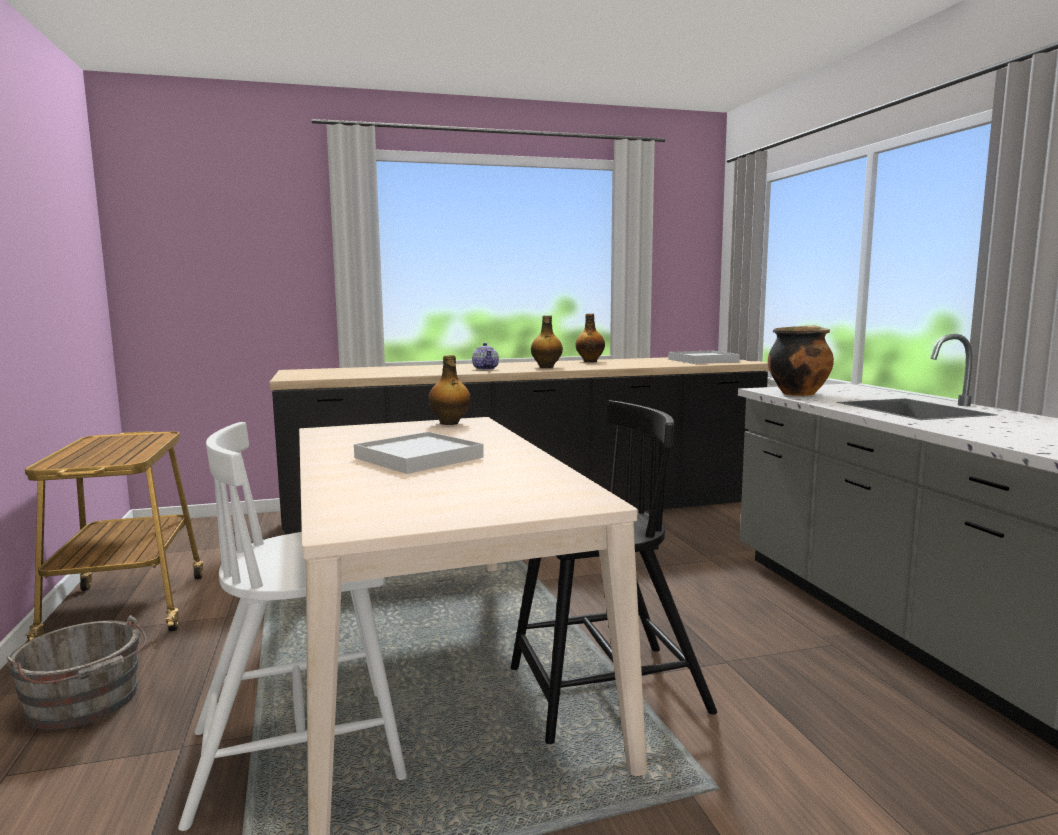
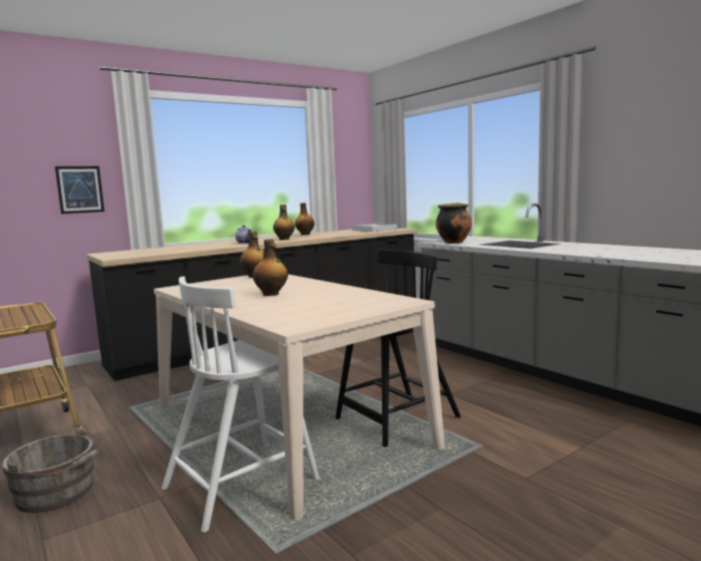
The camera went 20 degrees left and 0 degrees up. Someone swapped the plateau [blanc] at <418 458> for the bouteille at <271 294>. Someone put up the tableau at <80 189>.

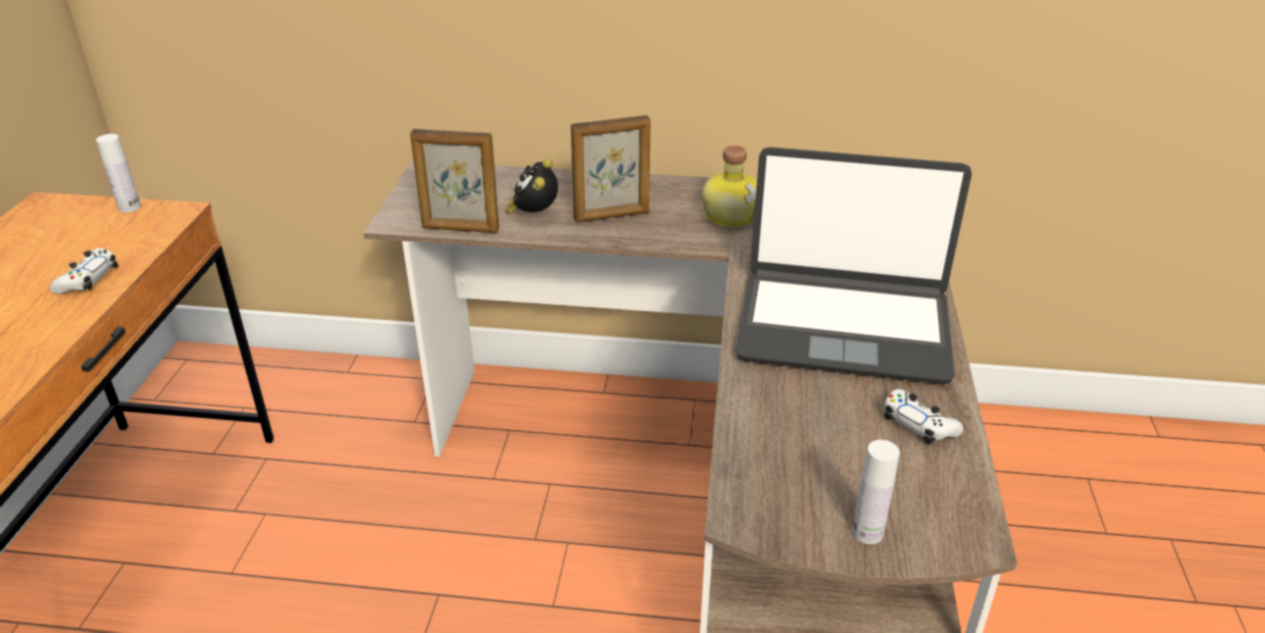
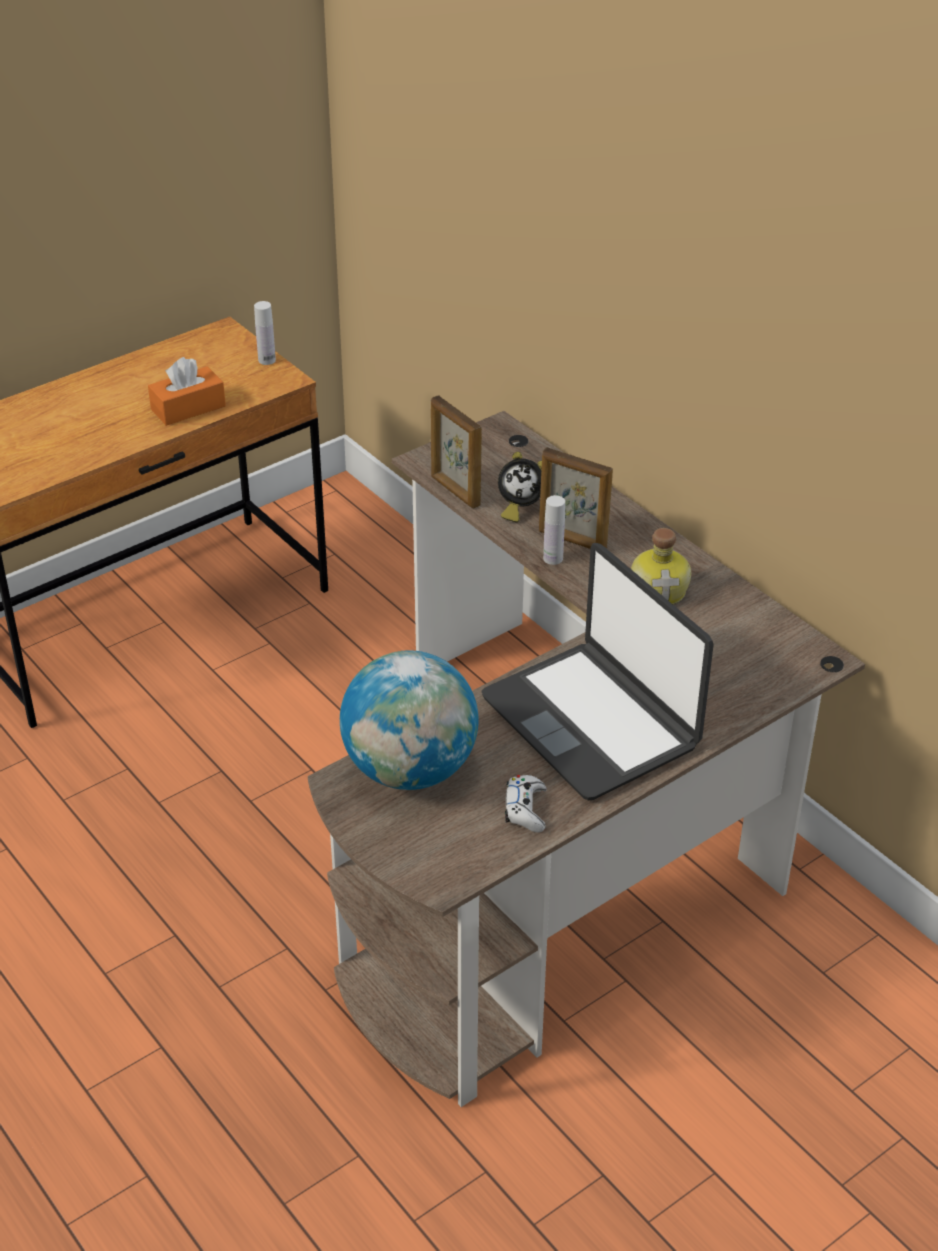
The camera went 45 degrees right and 5 degrees up. Someone rotated the réveil at <534 215> by 135 degrees counterclockwise. Someone swapped the manette [blanc] at <88 279> for the boîte à mouchoirs [orange] at <188 408>. Someone carried the bouteille [blanc] from <867 532> to <553 558>. Someone put down the globe at <410 770>.

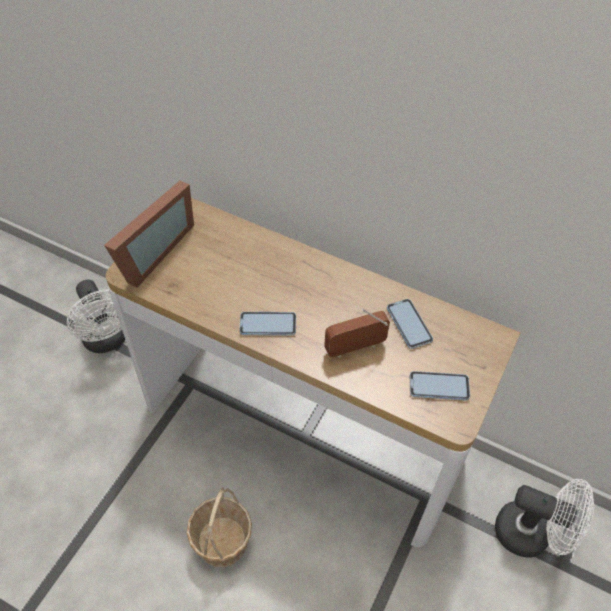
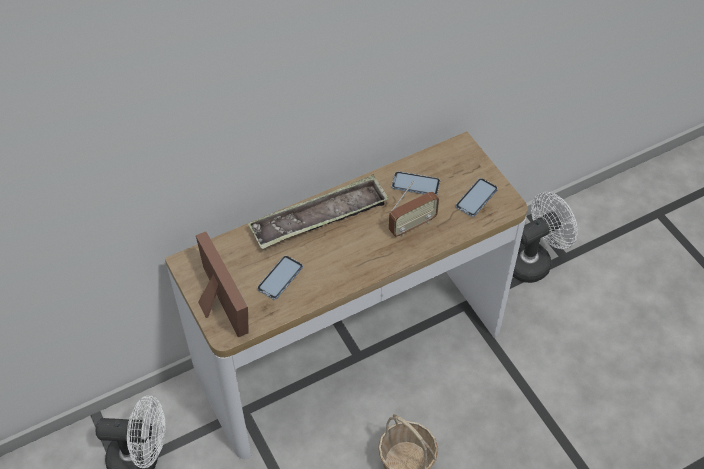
The camera went 55 degrees left and 0 degrees up. Someone rotated the radio at <355 348> by 135 degrees counterclockwise. Someone carried the téléphone from <268 324> to <280 278>. Someone put down the plateau at <319 218>.

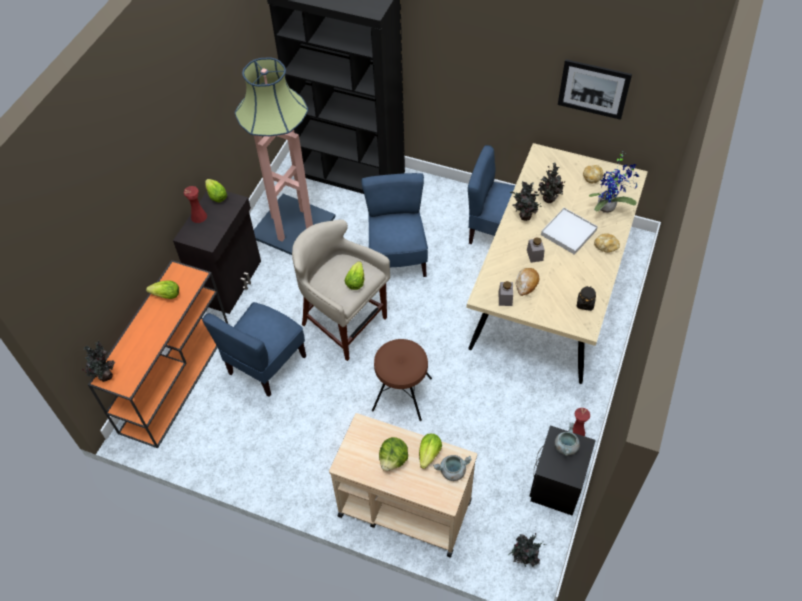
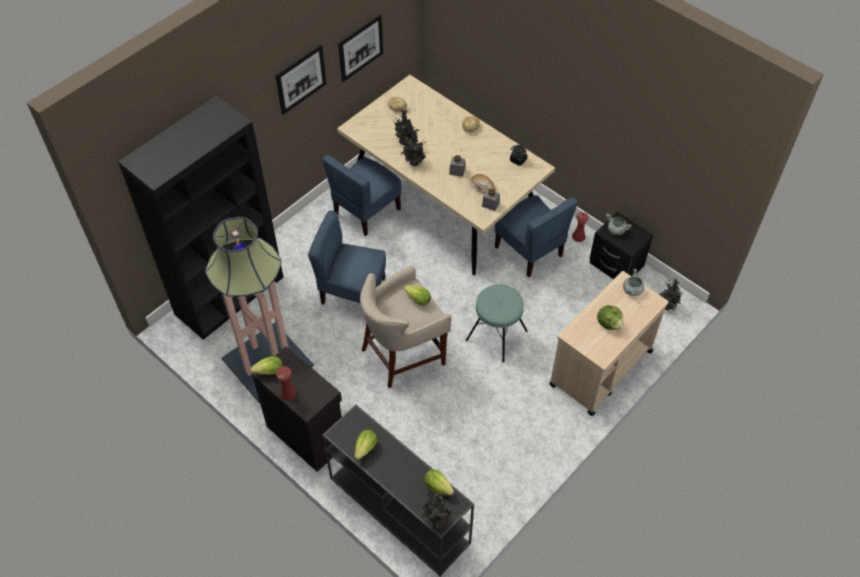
The camera went 70 degrees left and 0 degrees up. Someone took away the plante en pot at <608 207>. Someone took away the plateau [blanc] at <568 232>. Someone repainted the table console [orange] at <176 377>, which became the table console [noir] at <397 509>. Someone carried the chaise [bleu] from <266 364> to <529 251>. Someone repainted the tabouret [marron] at <402 394>, which became the tabouret [turquoise] at <496 335>. Someone carried the laitue from <429 454> to <438 486>. Someone put up the tableau at <301 79>.

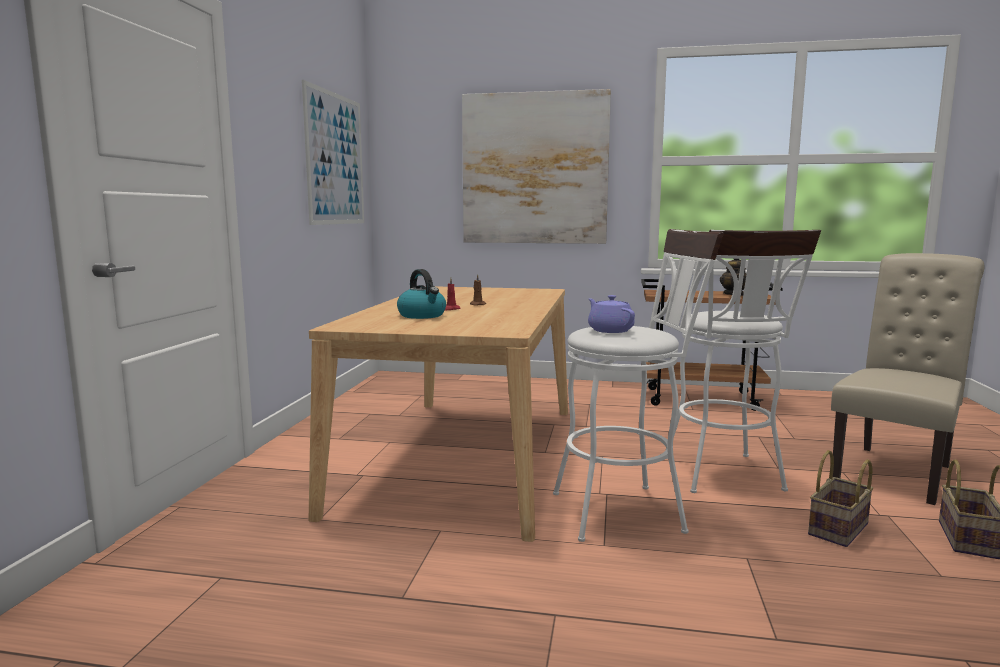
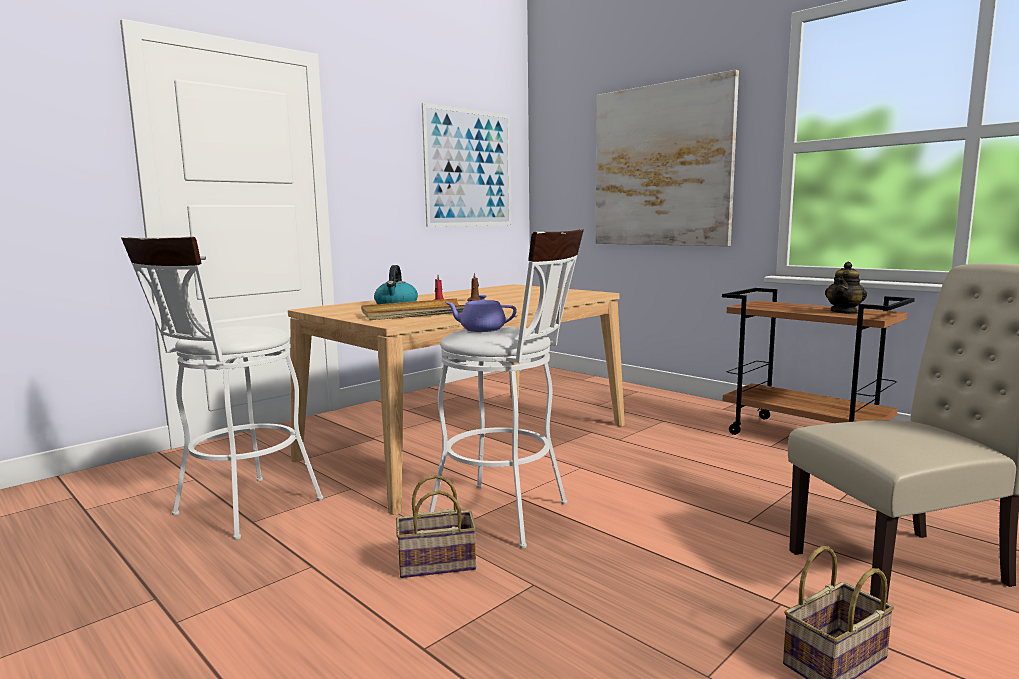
The camera went 35 degrees right and 0 degrees up. Someone carried the tabouret [blanc] from <726 477> to <239 511>. Someone rotated the théière [violet] at <609 330> by 90 degrees counterclockwise. Someone carried the panier from <839 530> to <435 565>. Someone put down the plateau [beige] at <414 313>.

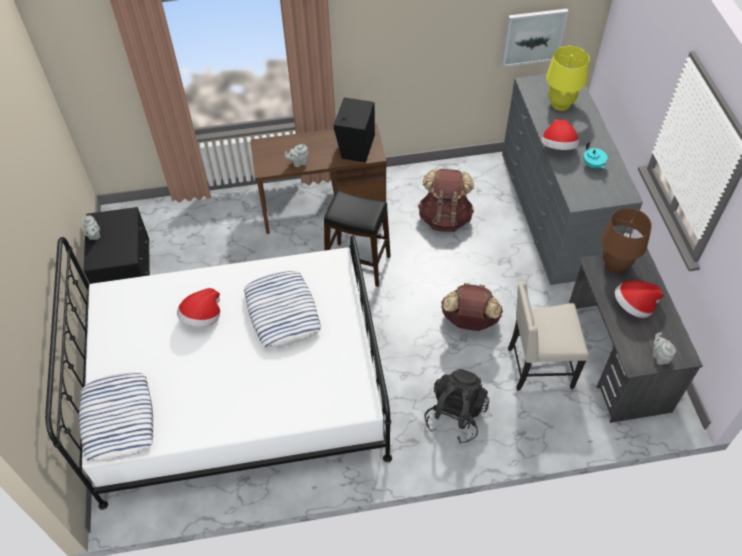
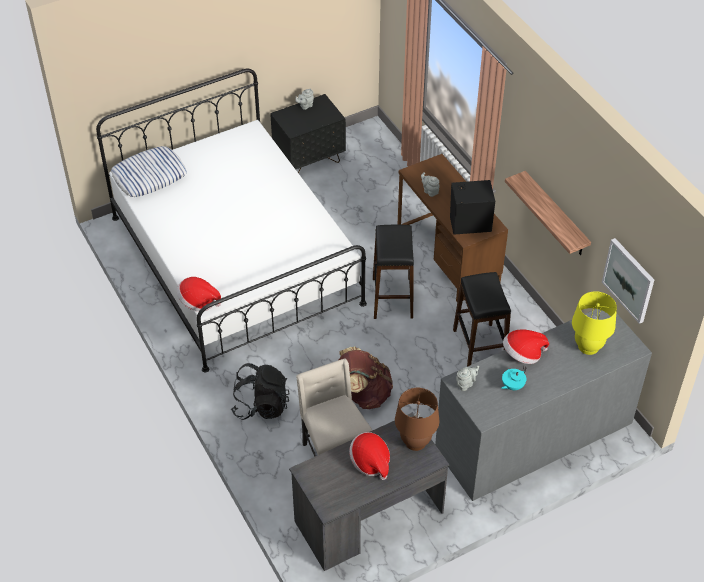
The camera went 70 degrees right and 5 degrees down. Someone swapped the sac à dos [marron] at <445 218> for the tabouret [noir] at <479 348>. Someone took away the coussin at <282 312>. Someone carried the chapeau from <202 317> to <198 302>. Someone carried the théière [gris] from <660 356> to <466 384>. Someone put up the étagère at <555 215>.

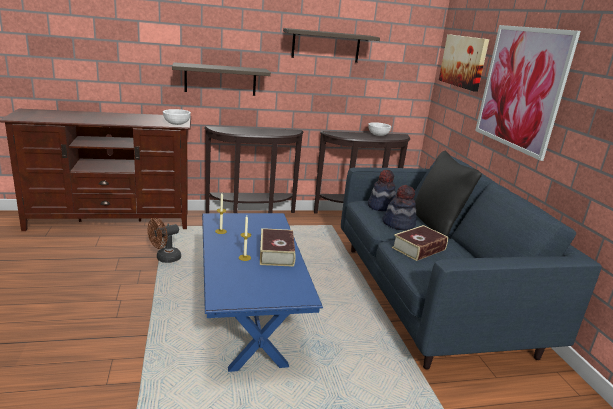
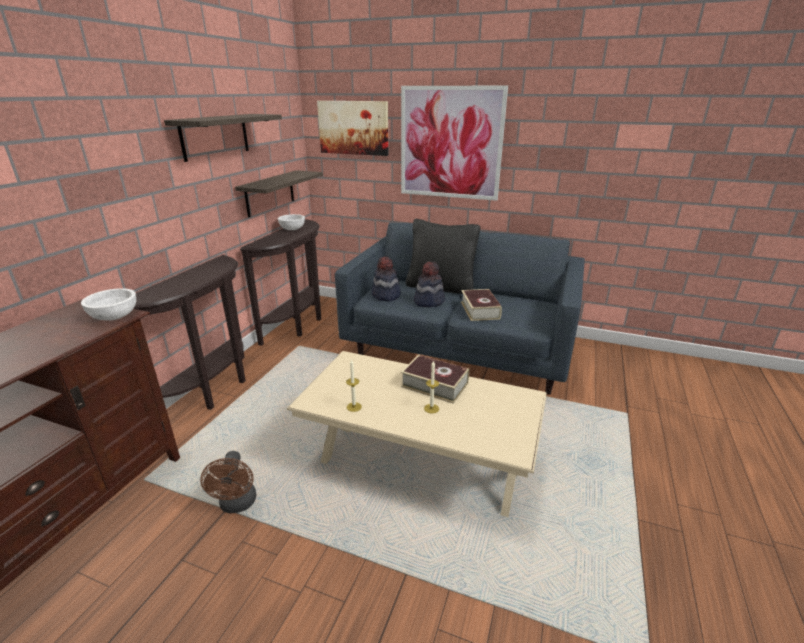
The camera went 55 degrees left and 5 degrees up. Someone carried the étagère from <220 79> to <270 193>. Someone repainted the table basse [bleu] at <250 314>, which became the table basse [beige] at <418 466>.

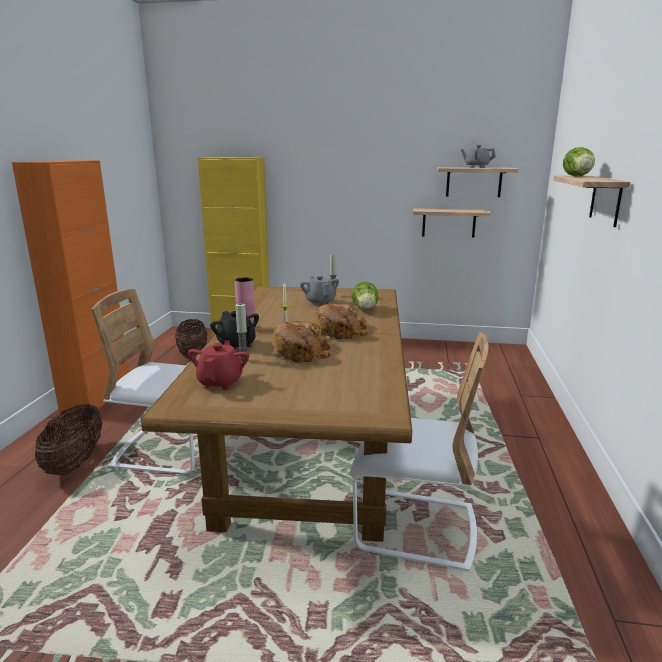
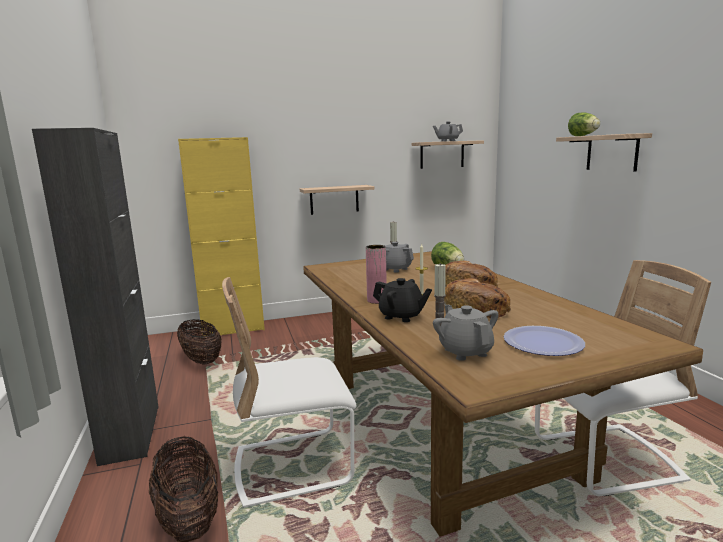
The camera went 25 degrees left and 5 degrees down. Someone repainted the meuble de rangement [orange] at <97 398>, which became the meuble de rangement [noir] at <131 433>. Someone carried the étagère from <448 223> to <334 199>. Someone repainted the théière [rouge] at <220 382>, which became the théière [gris] at <465 351>. Someone put down the assiette at <543 342>.

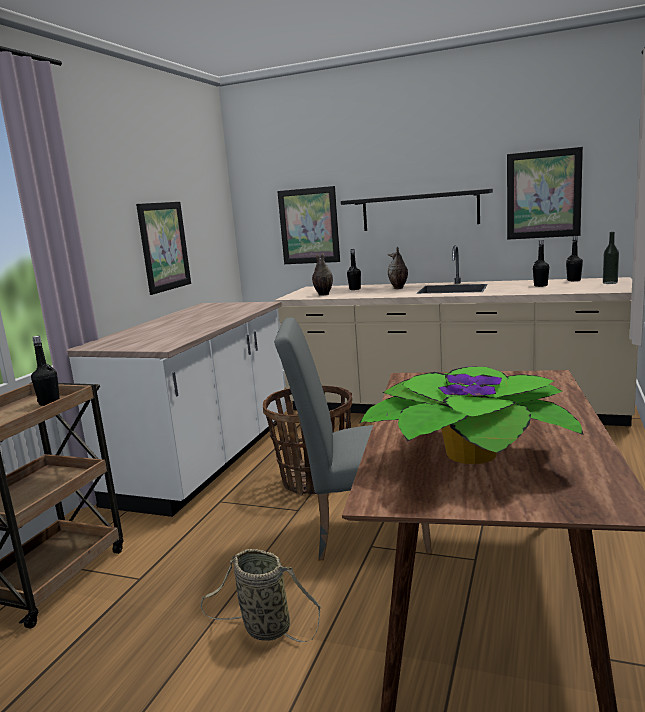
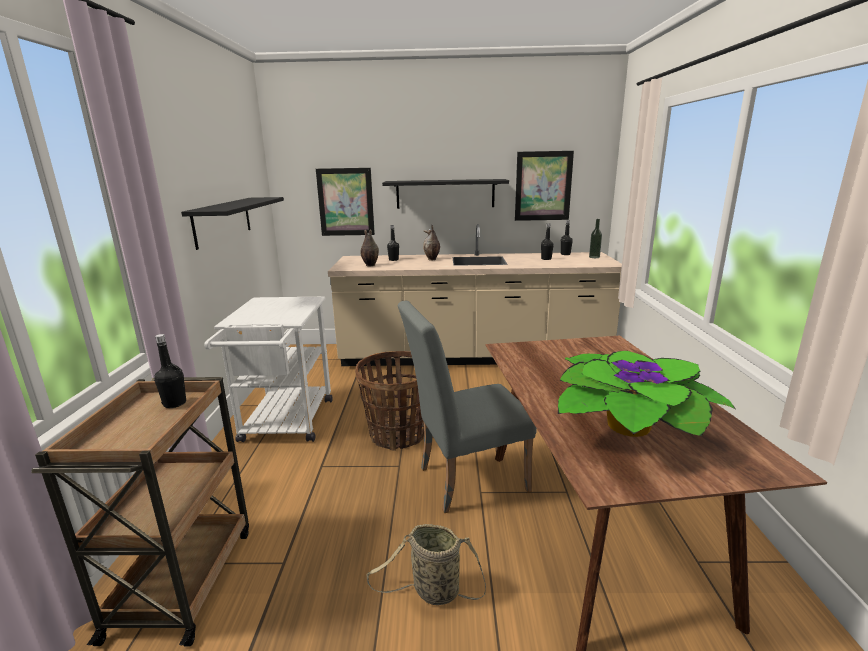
The camera went 20 degrees left and 5 degrees up. Someone swapped the tableau at <164 246> for the étagère [noir] at <223 221>. Someone swapped the comptoir de cuisine [blanc] at <206 461> for the chariot [blanc] at <285 425>.

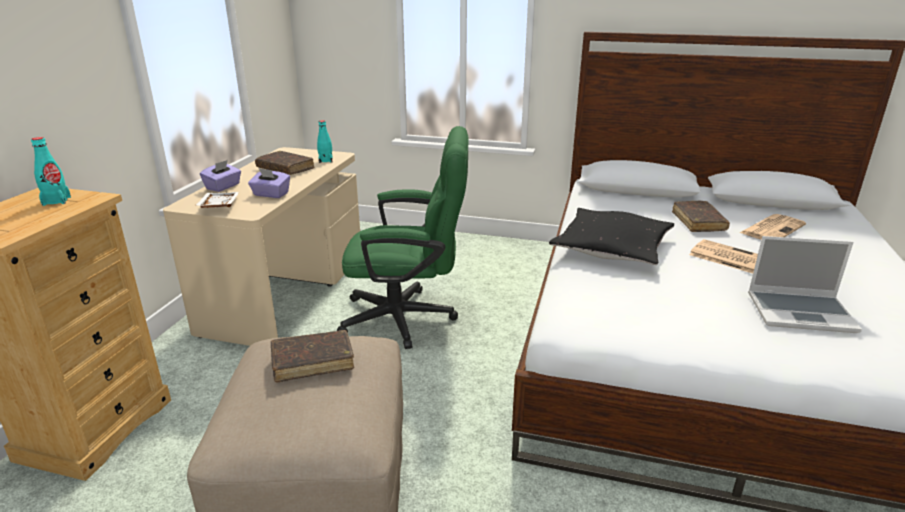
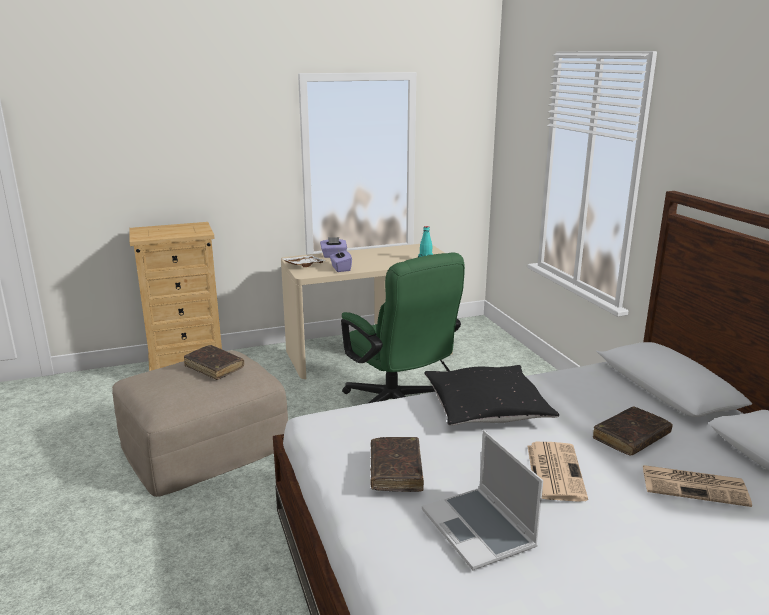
The camera went 55 degrees right and 5 degrees down. Someone took away the bouteille [turquoise] at <56 201>. Someone carried the livre [marron] from <285 169> to <395 471>.

